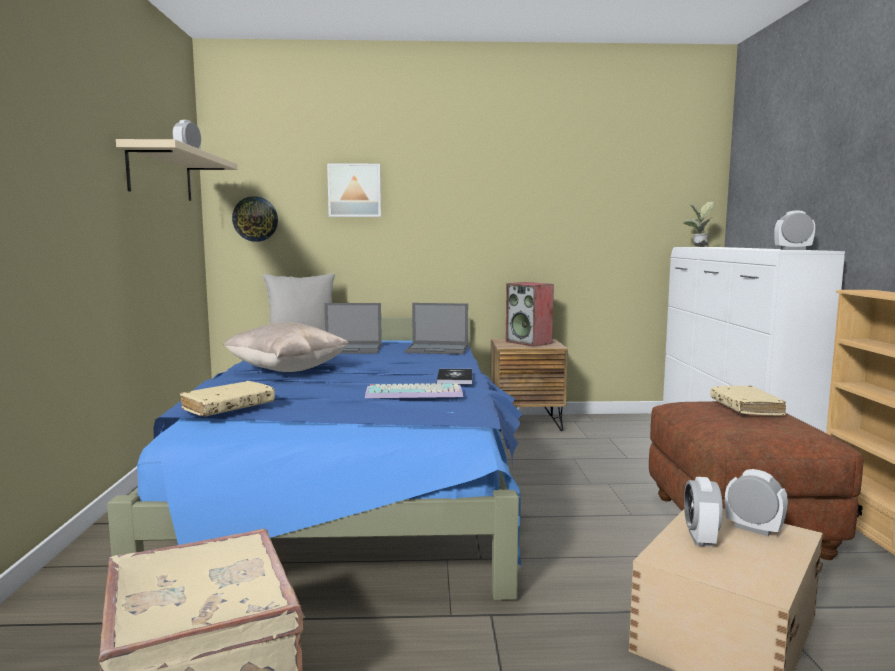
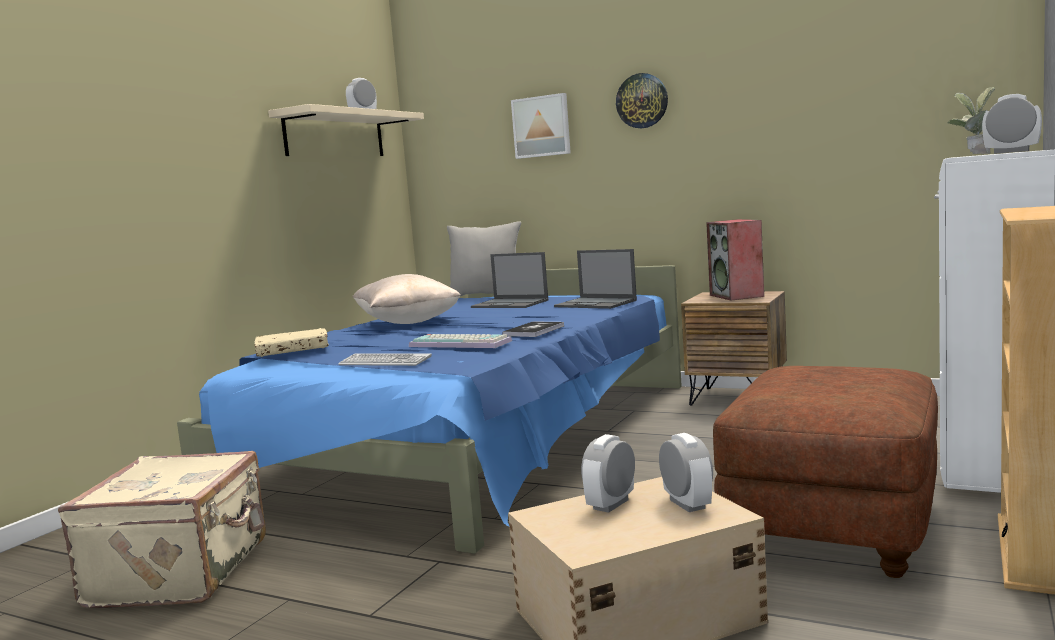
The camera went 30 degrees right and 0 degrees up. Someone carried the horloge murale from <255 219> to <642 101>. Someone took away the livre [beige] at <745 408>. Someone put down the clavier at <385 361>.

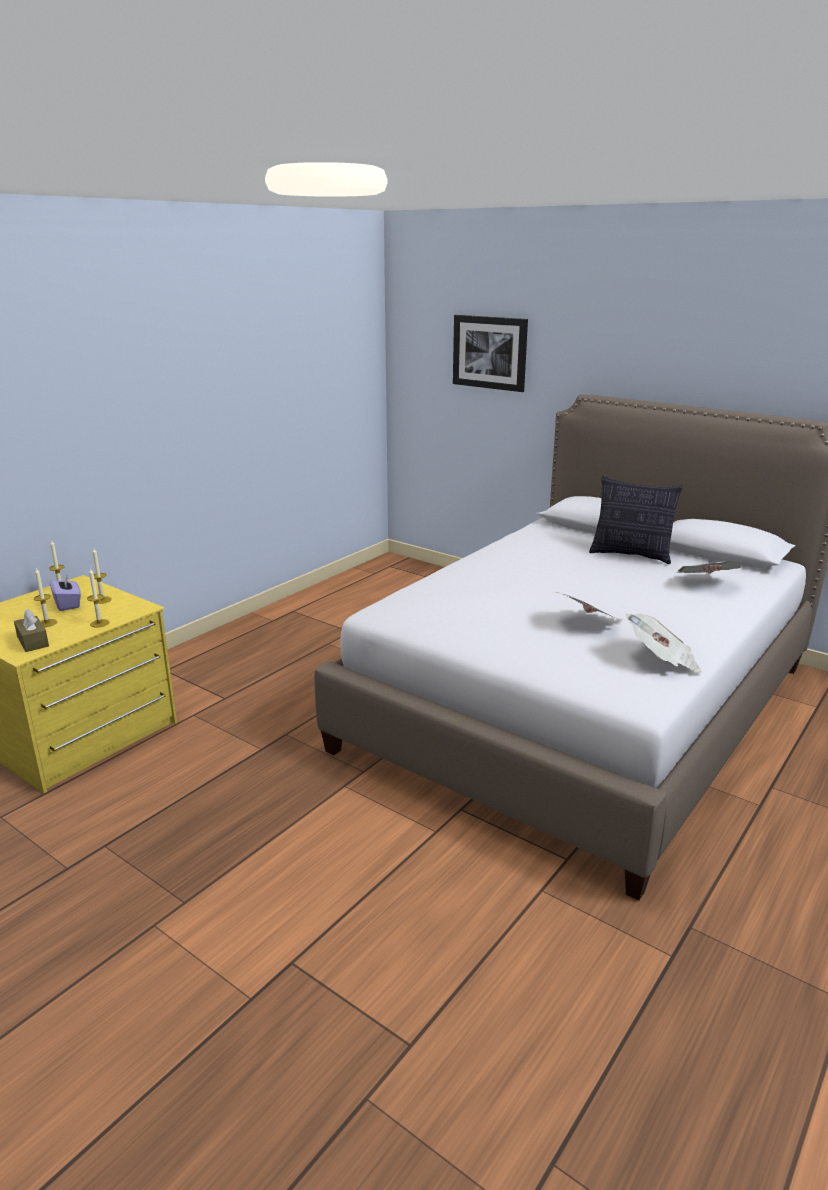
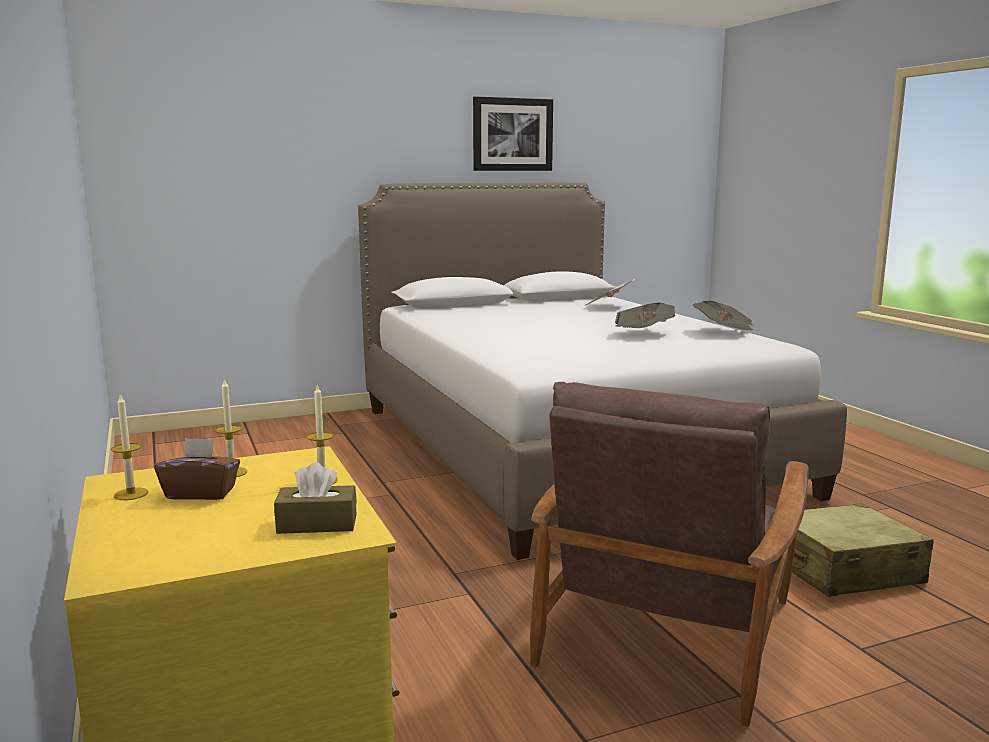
The camera went 60 degrees left and 10 degrees down. Someone carried the tableau from <490 352> to <512 134>. Someone took away the coussin at <631 555>. Someone took away the bougie at <47 623>. Someone repainted the boîte à mouchoirs [violet] at <68 604>, which became the boîte à mouchoirs [marron] at <201 493>. Someone put down the fauteuil [marron] at <668 629>. Someone put down the valise [beige] at <842 570>.

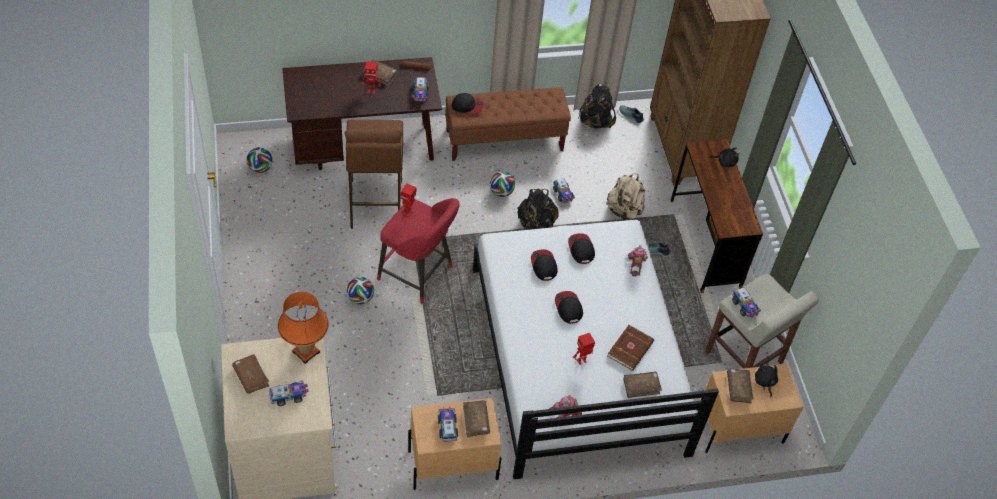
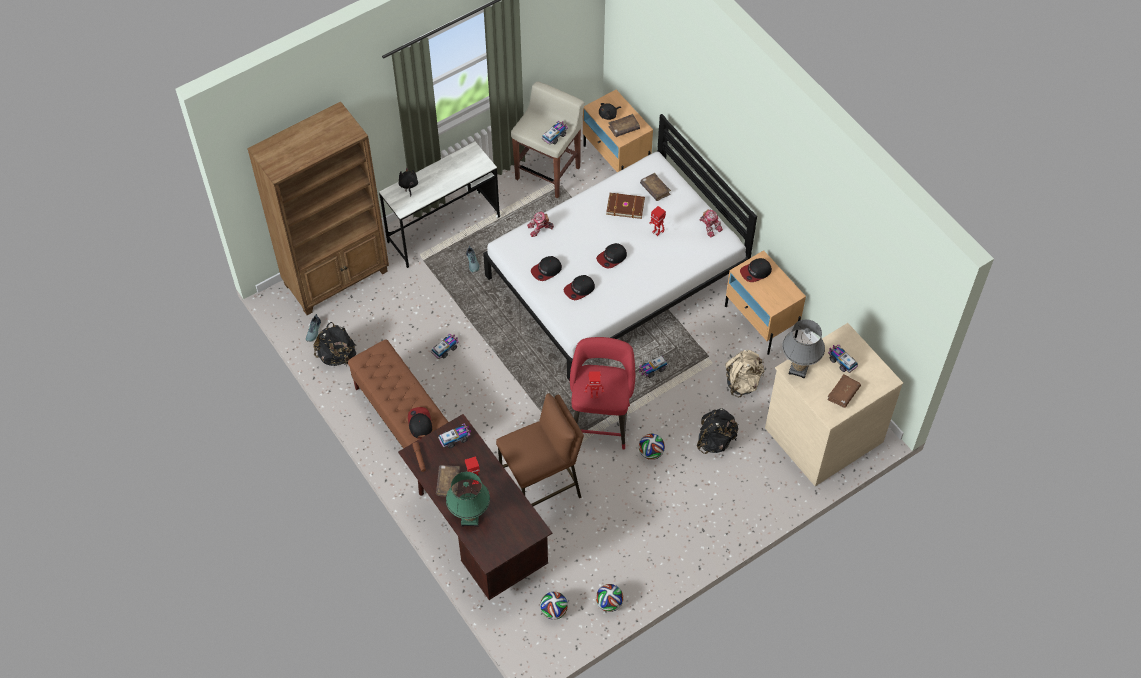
The camera went 110 degrees left and 5 degrees up. Someone repainted the bureau [marron] at <705 243>, which became the bureau [blanc] at <443 229>. Someone carried the ballon de foot from <501 192> to <609 603>. Someone carried the sac à dos [beige] from <624 211> to <743 382>. Someone carried the sac à dos [noir] from <535 225> to <715 440>. Someone repainted the lampe de table [orange] at <306 352>, which became the lampe de table [gris] at <798 369>. Someone swapped the livre [marron] at <476 421> for the casquette at <755 272>. Someone carried the camion jouet from <447 427> to <652 369>. Someone put down the lampe de table [vert] at <470 518>.

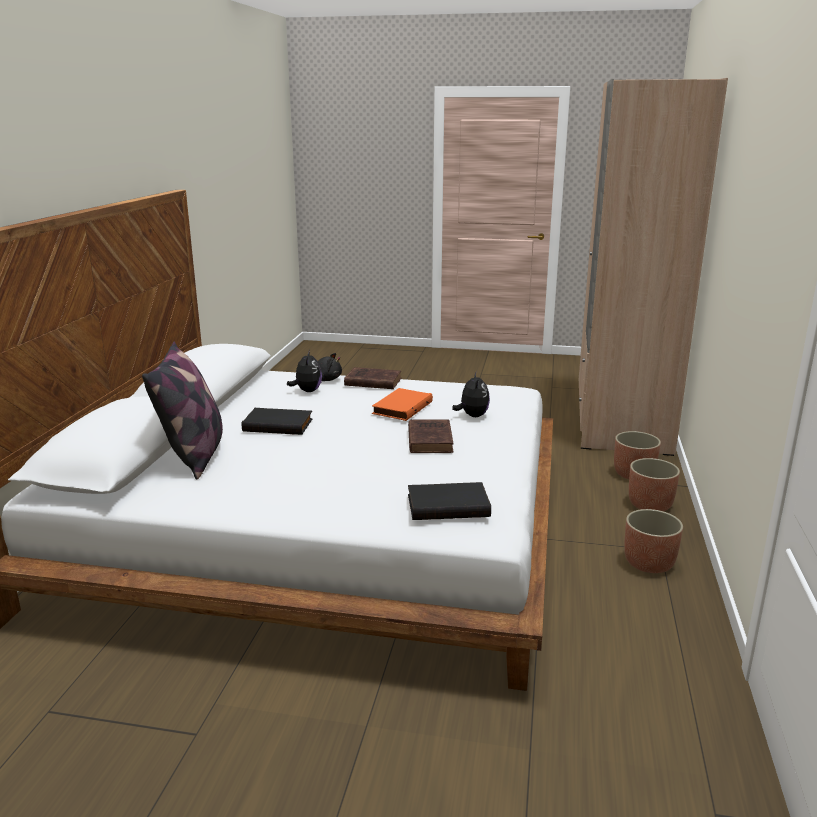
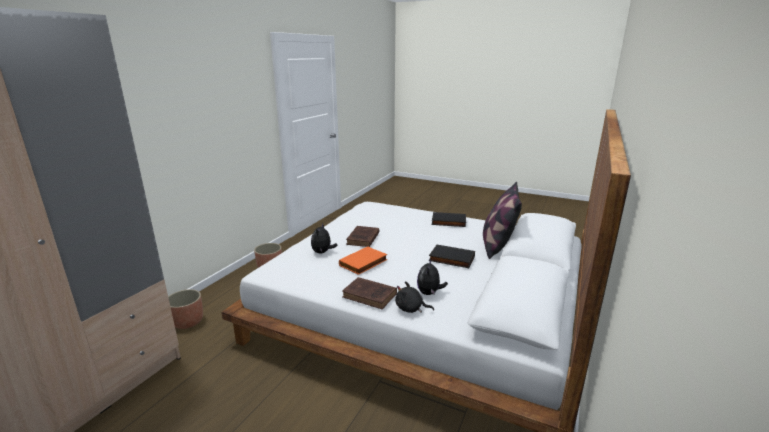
The camera went 165 degrees left and 0 degrees up. Someone took away the cache-pot at <650 505>. Someone carried the livre [noir] from <448 505> to <448 222>.

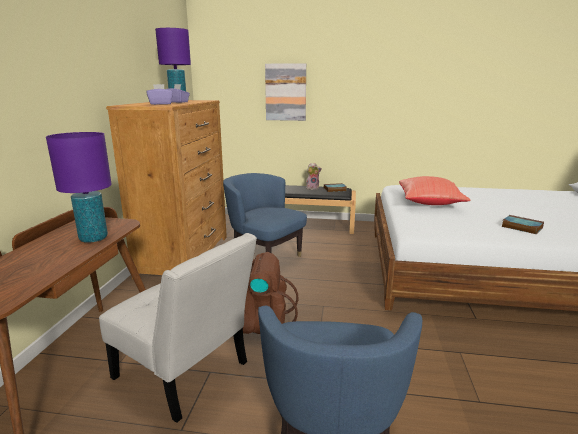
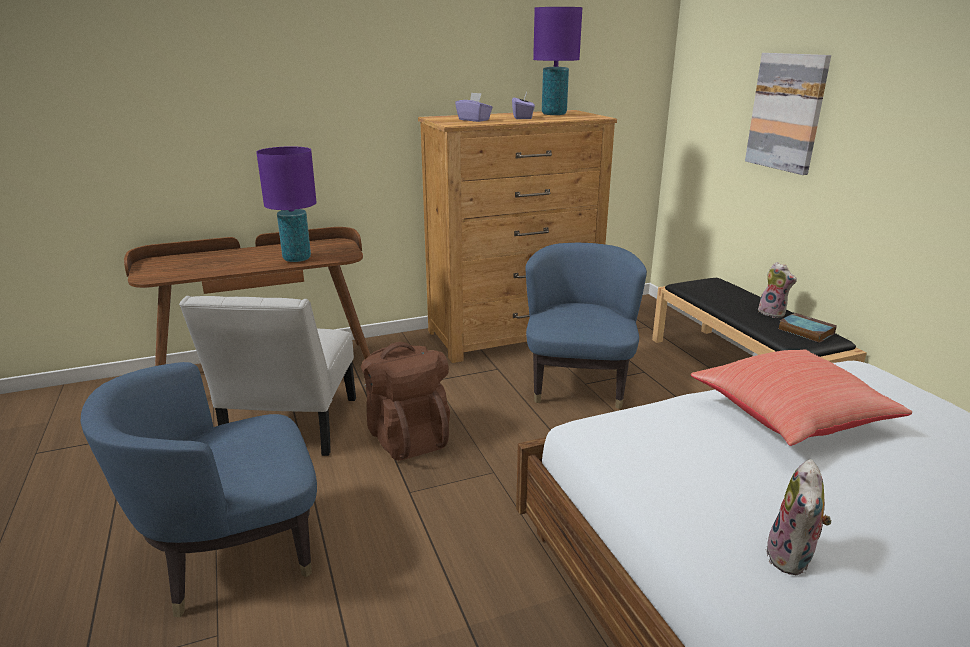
The camera went 60 degrees right and 5 degrees up. Someone swapped the livre at <520 227> for the peluche at <792 559>.

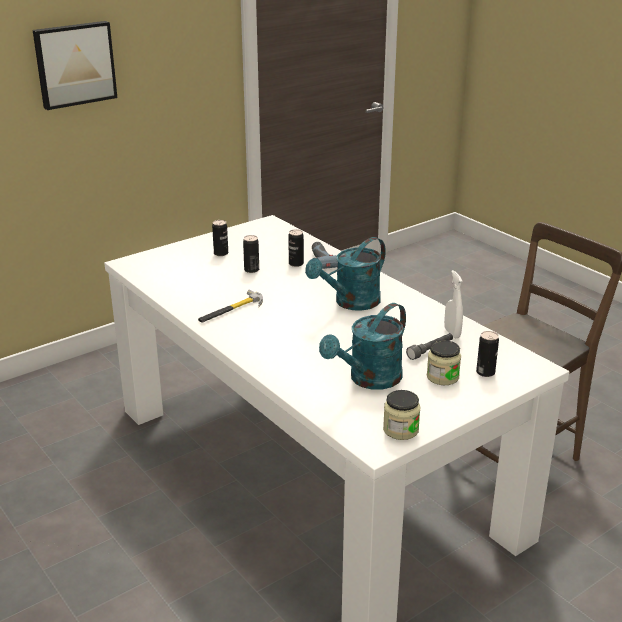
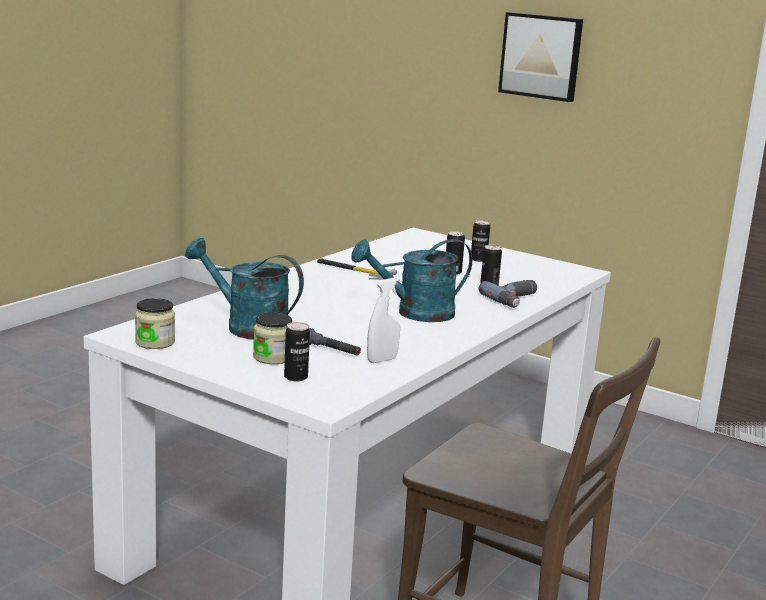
The camera went 70 degrees right and 10 degrees down. Someone rotated the arrosoir [turquoise] at <351 303> by 45 degrees counterclockwise.

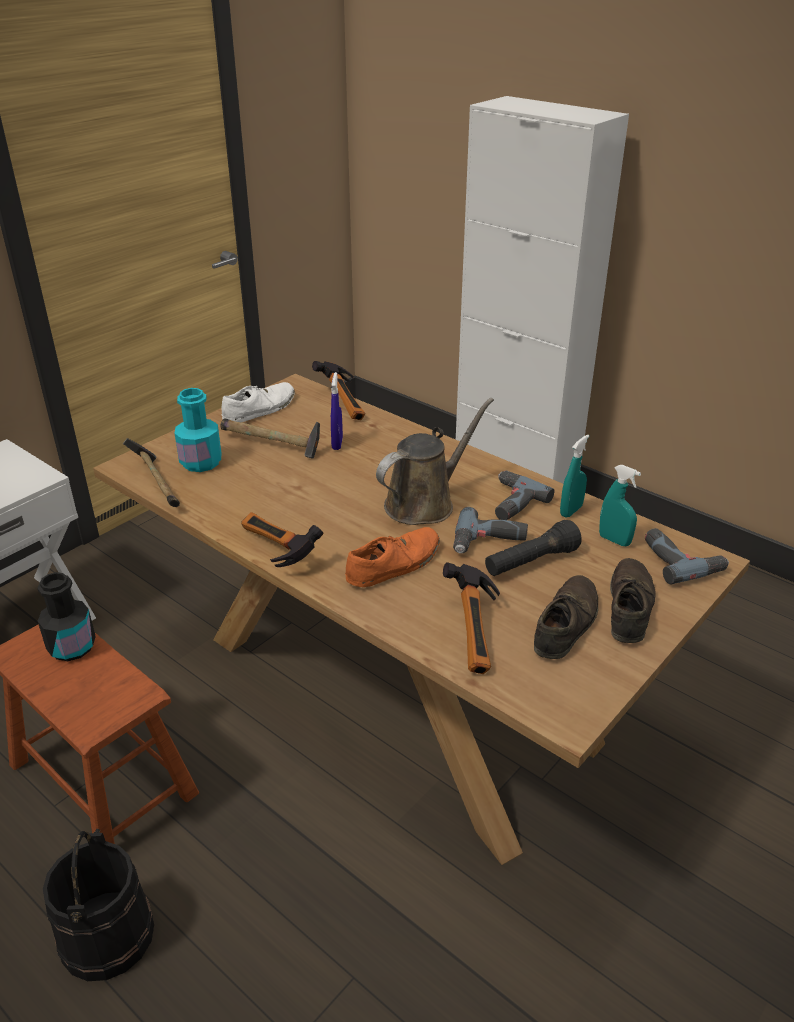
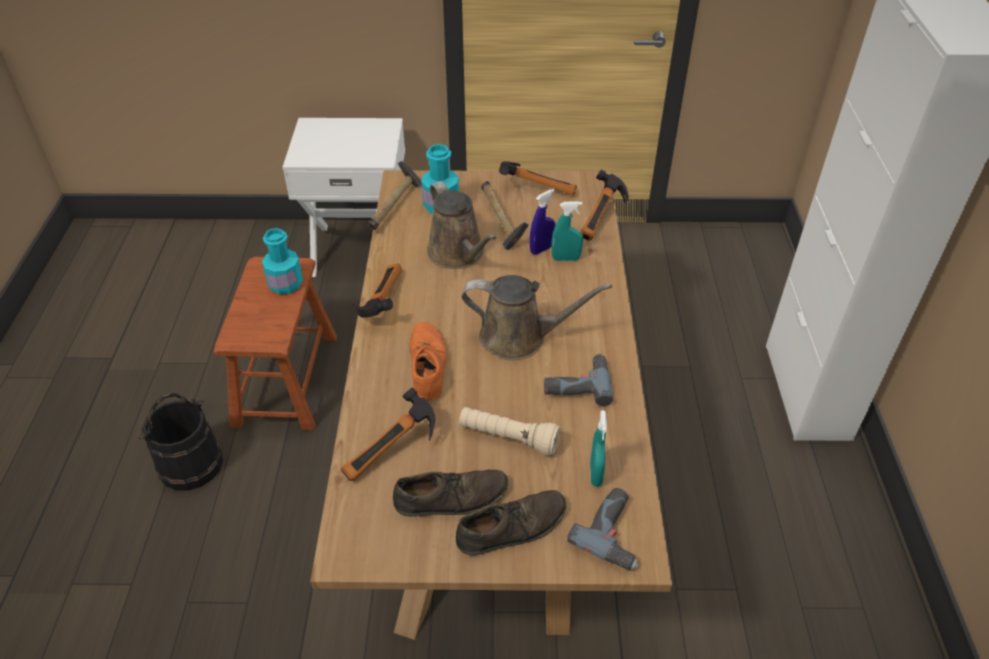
The camera went 50 degrees right and 10 degrees up. Someone swapped the chaussure [blanc] at <260 409> for the marteau at <538 187>. Someone carried the vaporisateur [turquoise] from <571 511> to <566 258>. Someone took away the perceuse at <489 542>. Someone repainted the lampe de poche [noir] at <531 563>, which became the lampe de poche [beige] at <508 438>. Someone rotated the chaussure [orange] at <394 564> by 105 degrees counterclockwise. Someone repainted the bouteille [noir] at <72 647>, which became the bouteille [turquoise] at <285 284>. Someone put down the arrosoir [marron] at <459 254>.

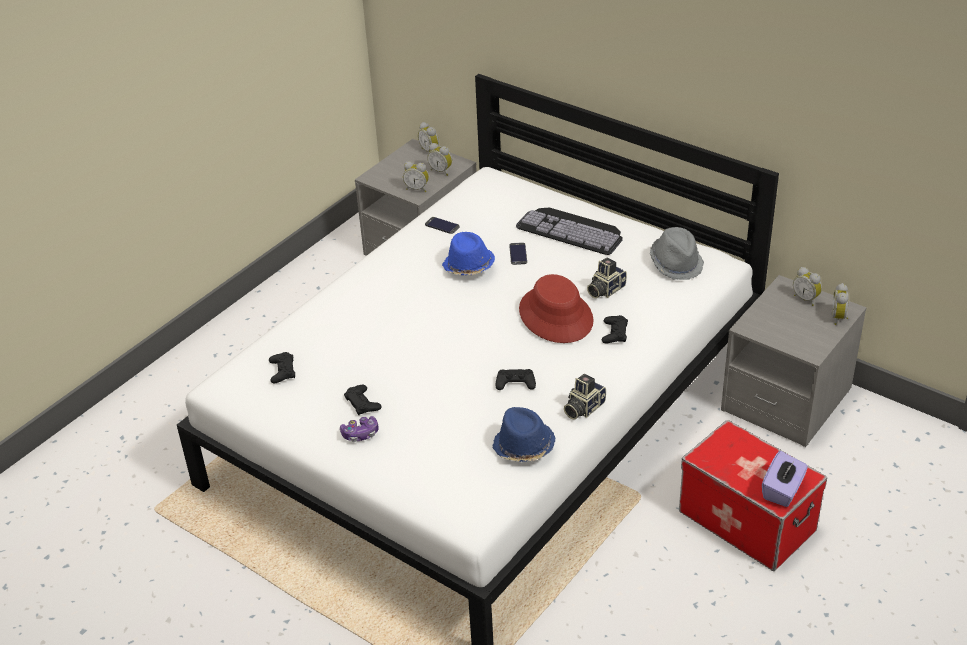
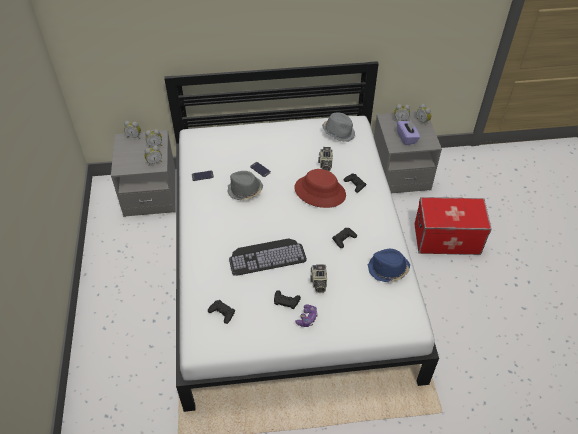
The camera went 45 degrees left and 10 degrees up. Someone carried the clavier from <572 230> to <267 255>. Someone repainted the chapeau [bleu] at <468 266>, which became the chapeau [gris] at <244 190>. Someone carried the appareil photo from <583 408> to <318 282>. Someone carried the boîte à mouchoirs [violet] from <782 490> to <407 138>.

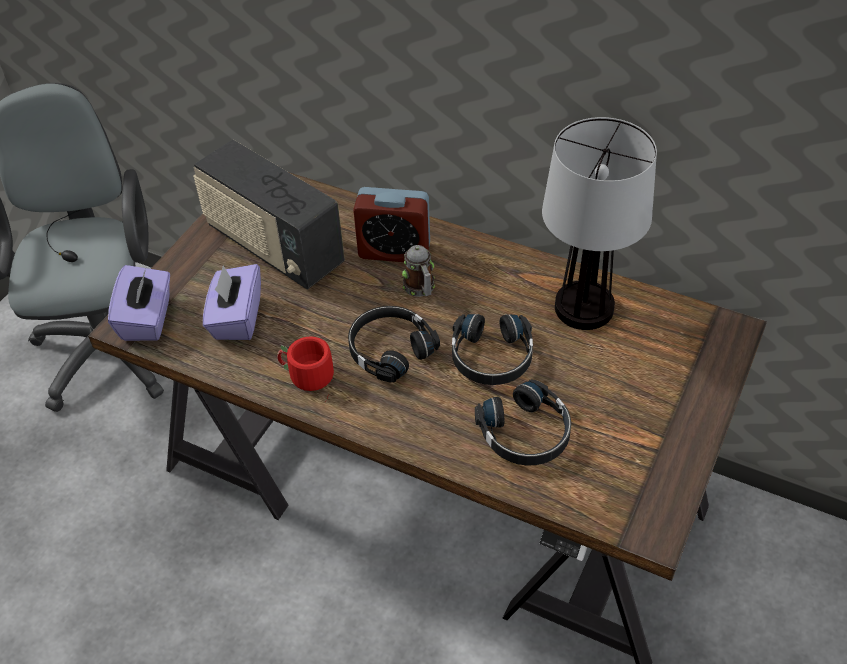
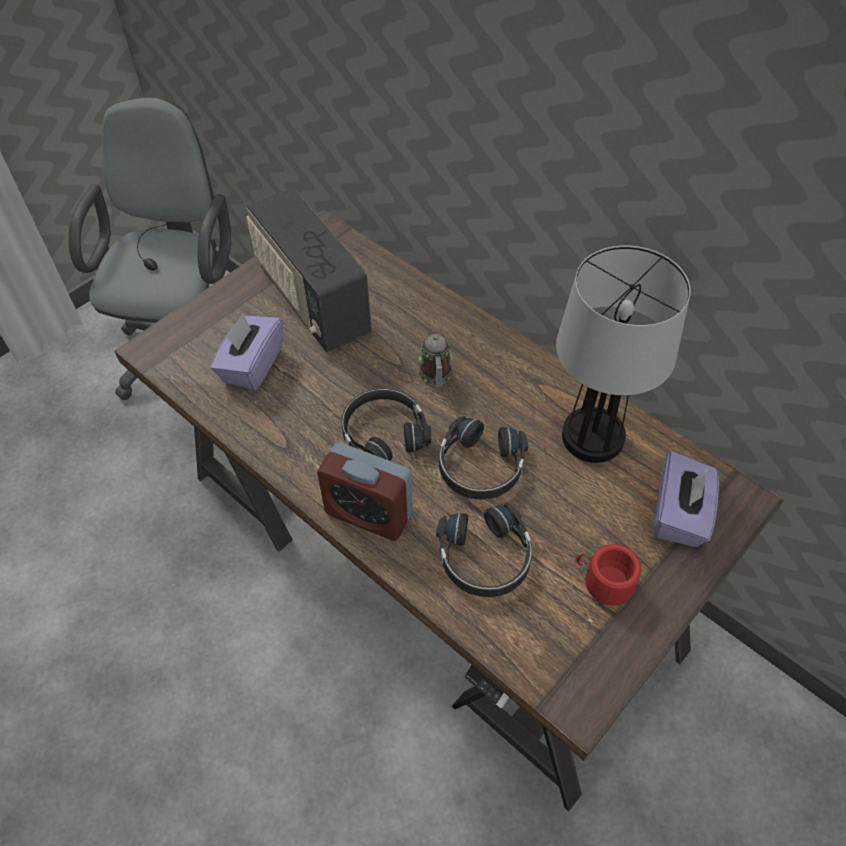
The camera went 15 degrees right and 5 degrees up. Someone carried the réveil from <394 251> to <369 513>. Someone carried the boîte à mouchoirs [violet] from <148 319> to <679 515>. Someone carried the mug [rouge] from <306 377> to <601 584>.

